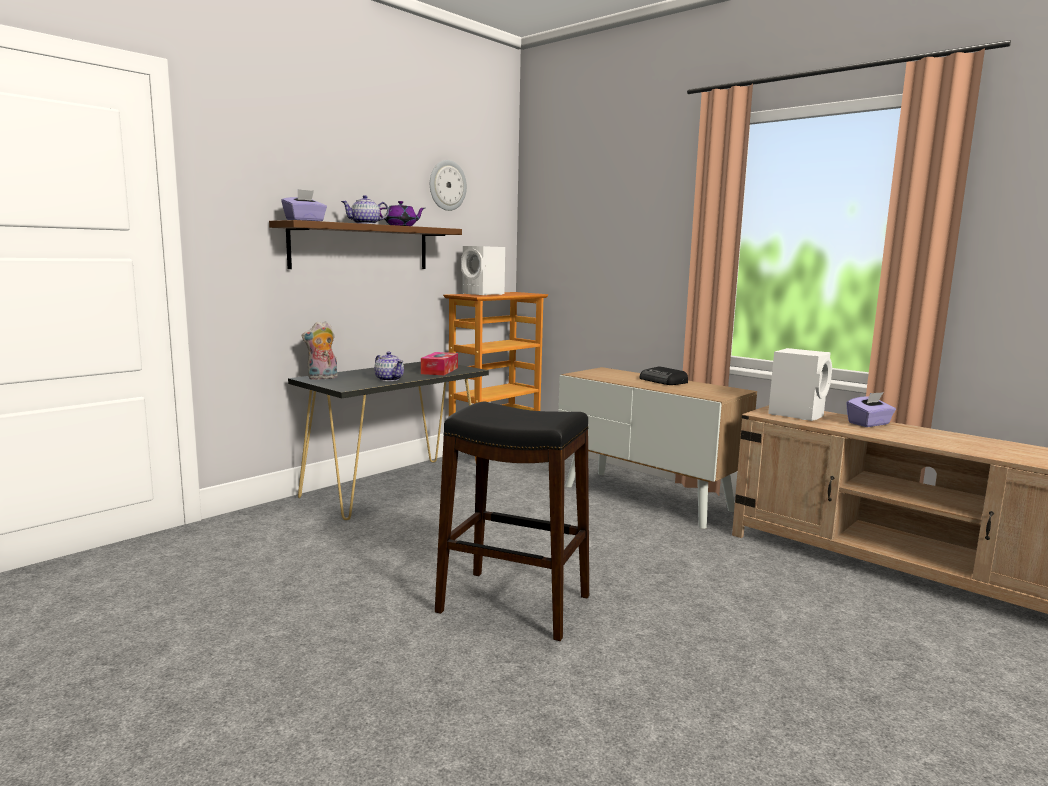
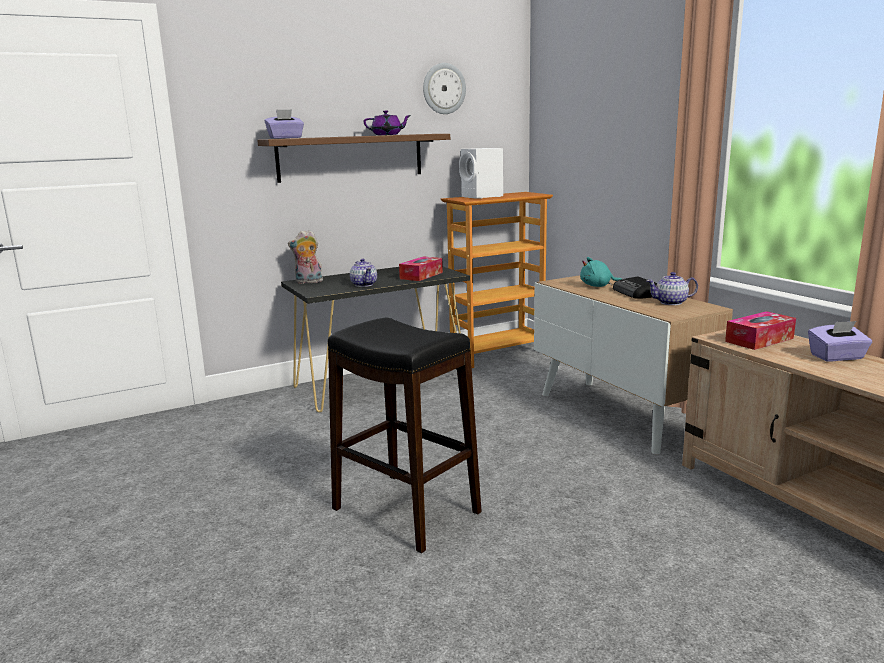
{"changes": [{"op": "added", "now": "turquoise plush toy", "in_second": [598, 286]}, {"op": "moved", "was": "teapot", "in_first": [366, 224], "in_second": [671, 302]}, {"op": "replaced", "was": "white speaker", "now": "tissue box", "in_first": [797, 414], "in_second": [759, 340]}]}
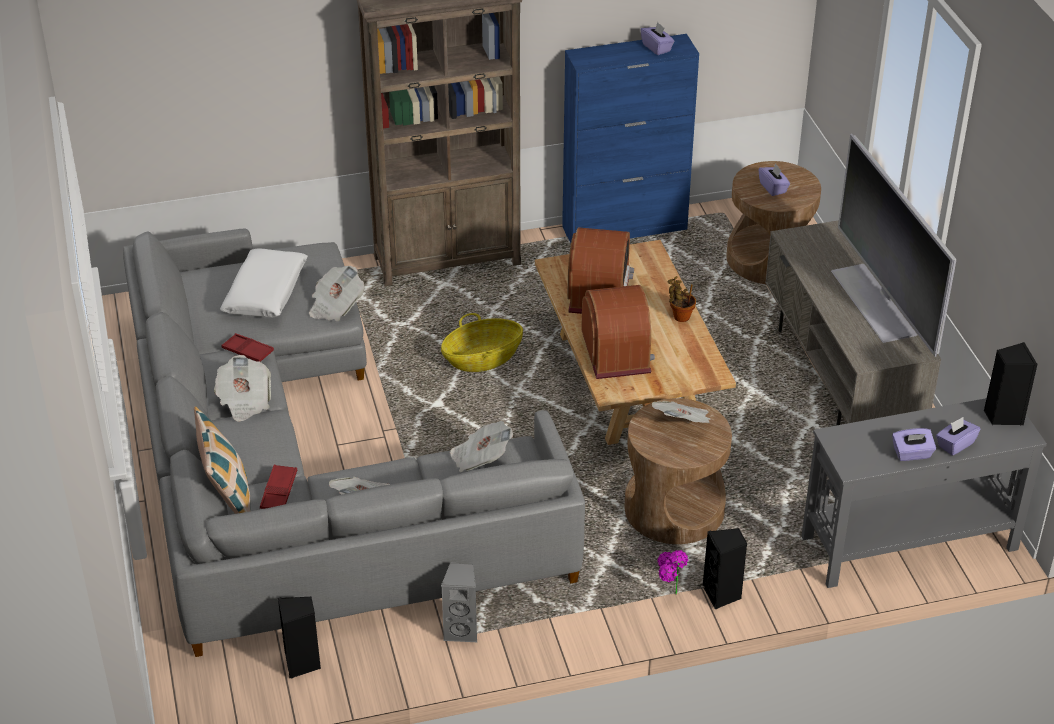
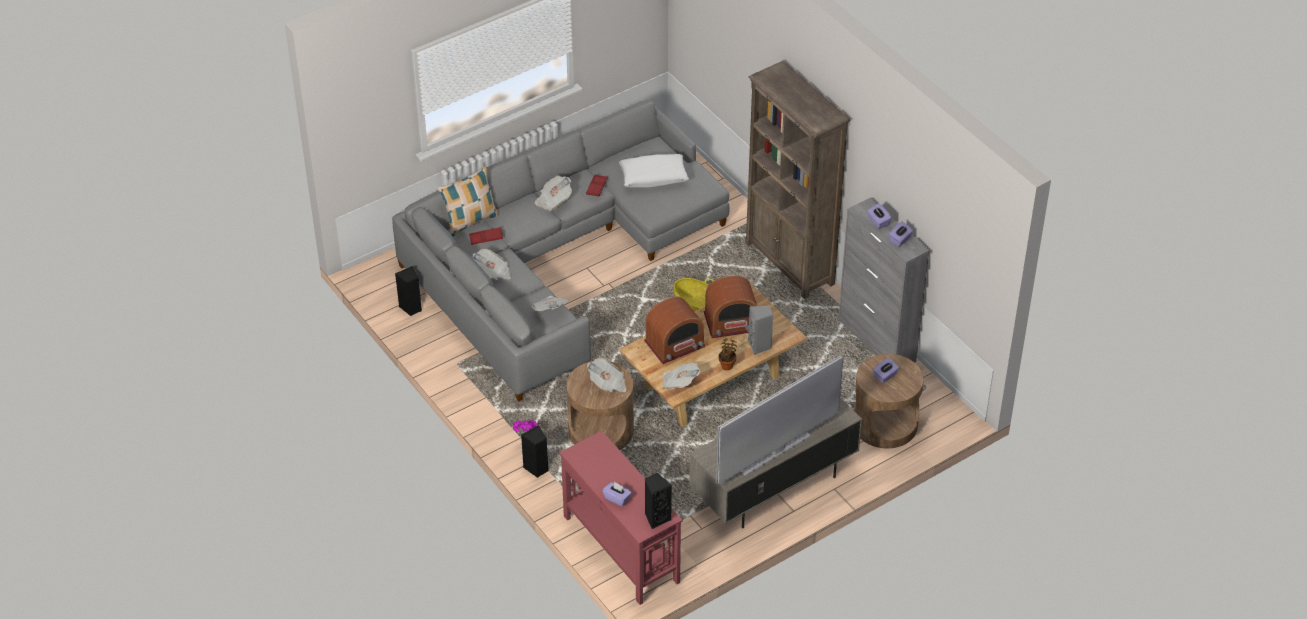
{"changes": [{"op": "moved", "was": "newspaper", "in_first": [335, 306], "in_second": [679, 383]}, {"op": "moved", "was": "grey speaker", "in_first": [462, 630], "in_second": [760, 346]}, {"op": "moved", "was": "purple tissue box", "in_first": [912, 454], "in_second": [878, 222]}, {"op": "recoloured", "was": "blue cabinet", "now": "grey cabinet", "in_first": [625, 228], "in_second": [877, 341]}, {"op": "recoloured", "was": "grey console table", "now": "red console table", "in_first": [907, 543], "in_second": [621, 548]}]}
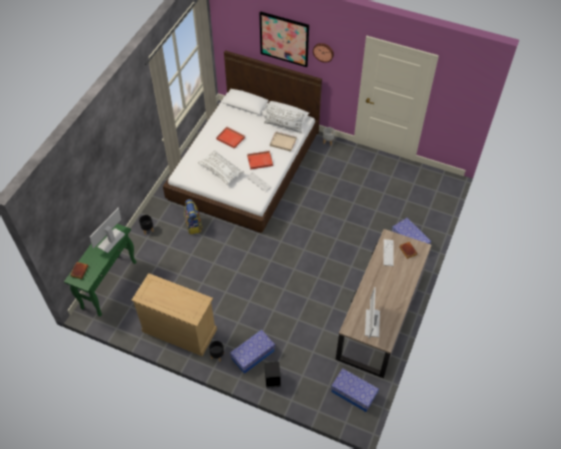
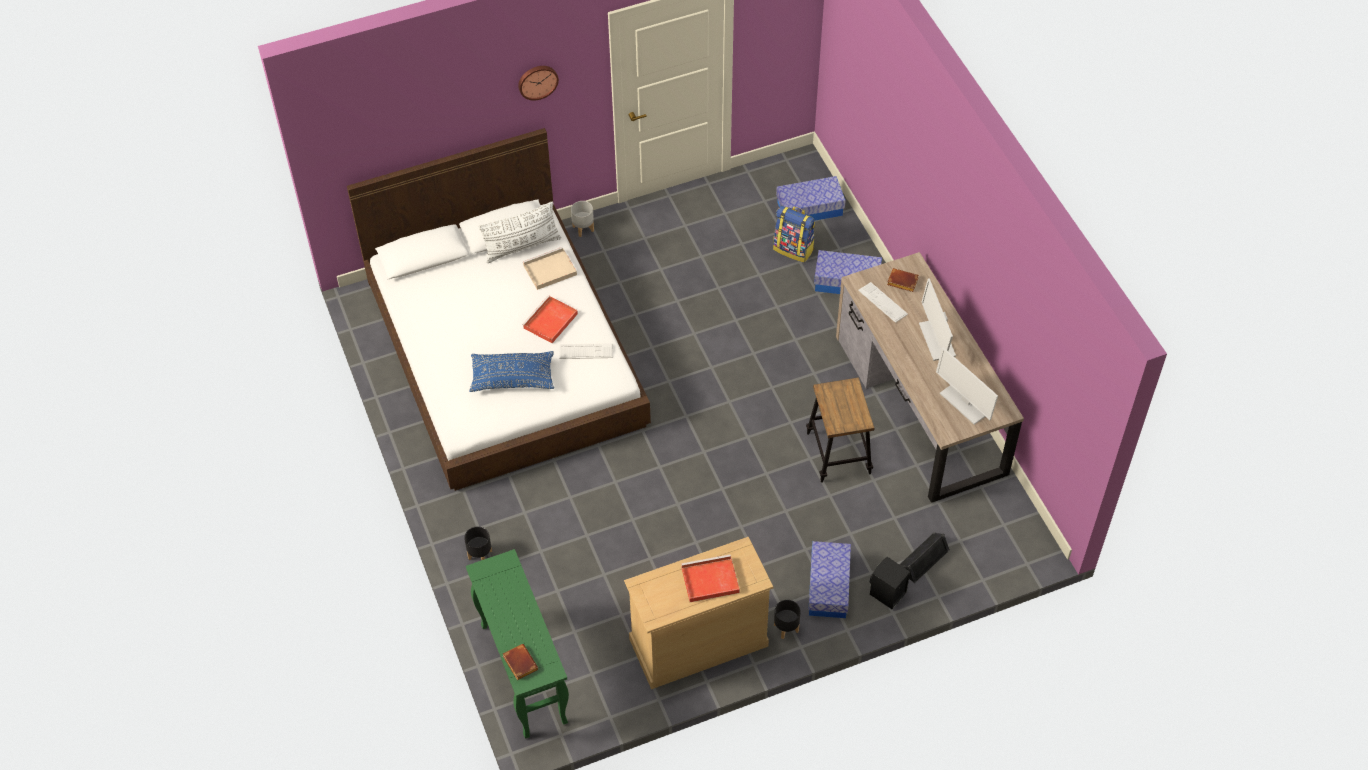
{"changes": [{"op": "removed", "was": "picture", "in_first": [284, 39]}, {"op": "added", "now": "stool", "in_second": [838, 453]}, {"op": "added", "now": "black speaker", "in_second": [922, 559]}, {"op": "moved", "was": "monitor", "in_first": [111, 240], "in_second": [936, 339]}, {"op": "moved", "was": "backpack", "in_first": [194, 225], "in_second": [794, 249]}, {"op": "moved", "was": "red tray", "in_first": [230, 138], "in_second": [709, 580]}, {"op": "moved", "was": "storage box", "in_first": [353, 393], "in_second": [810, 209]}, {"op": "recoloured", "was": "white pillow", "now": "blue pillow", "in_first": [221, 171], "in_second": [513, 378]}]}
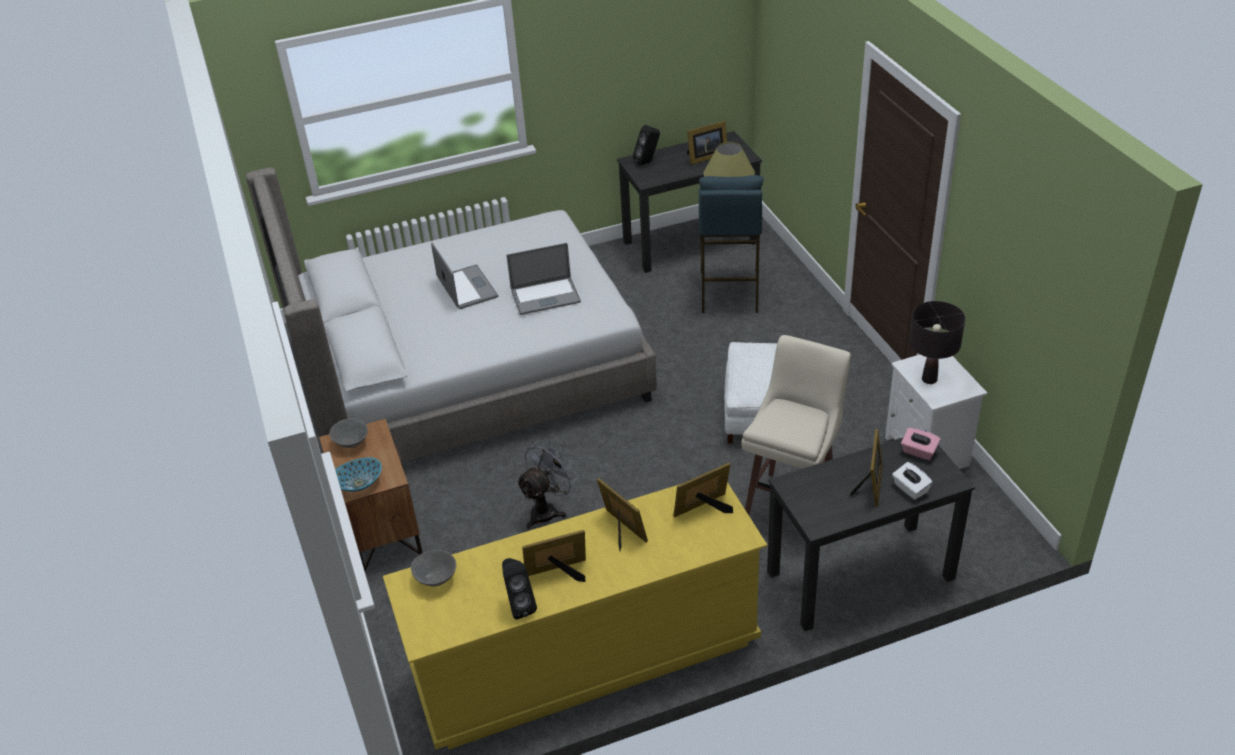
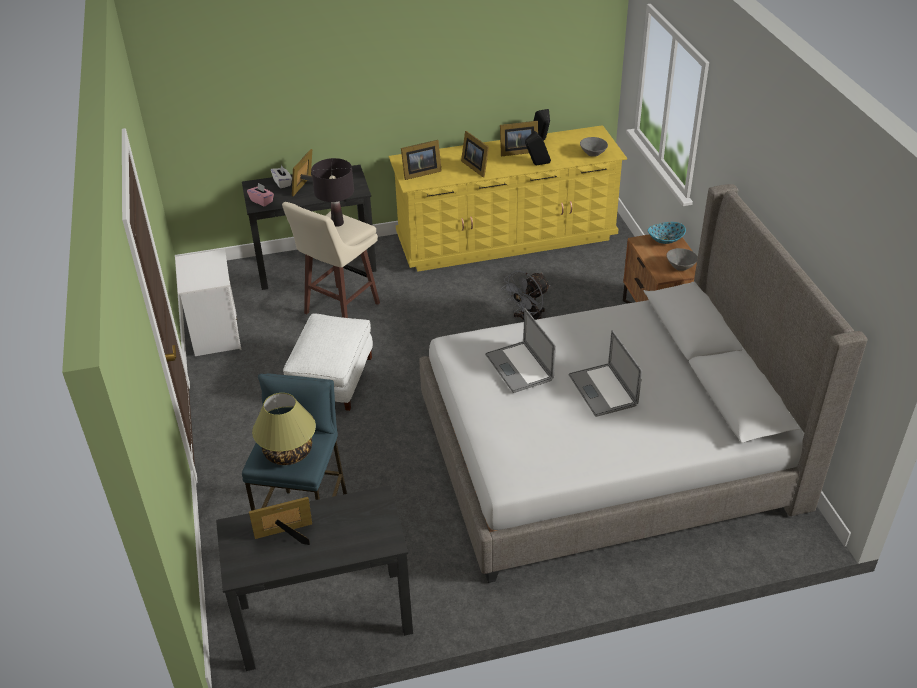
{"changes": [{"op": "moved", "was": "black speaker", "in_first": [648, 162], "in_second": [536, 165]}, {"op": "moved", "was": "black table lamp", "in_first": [929, 379], "in_second": [337, 223]}, {"op": "turned", "was": "laptop", "in_first": [545, 296], "in_second": [519, 367], "clockwise": -105}]}
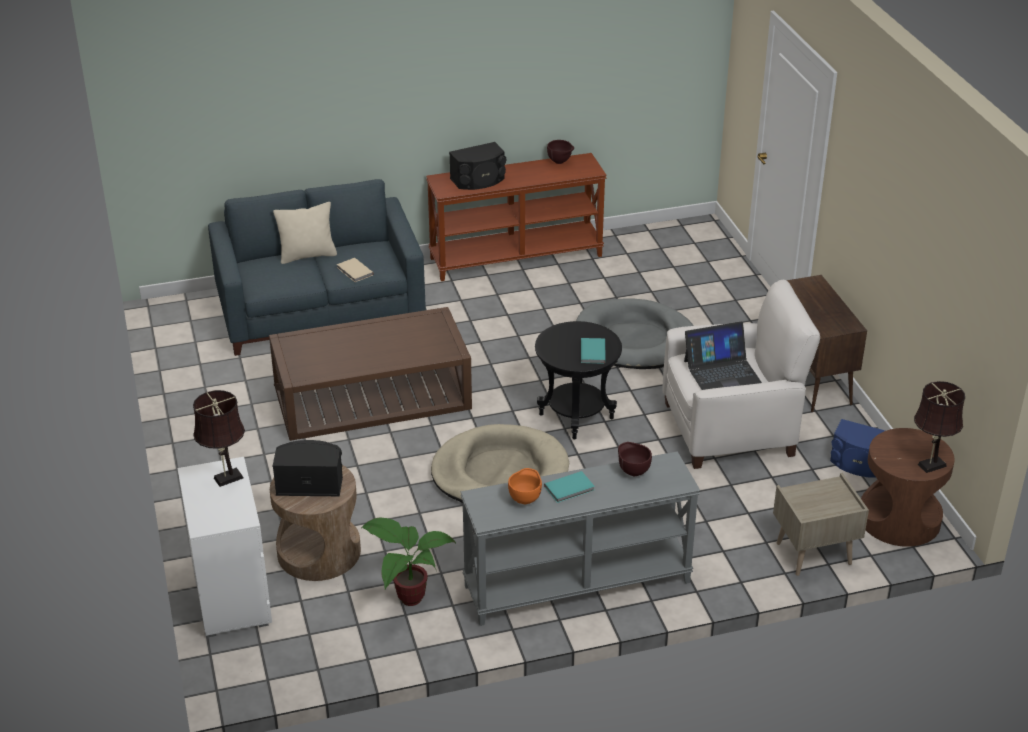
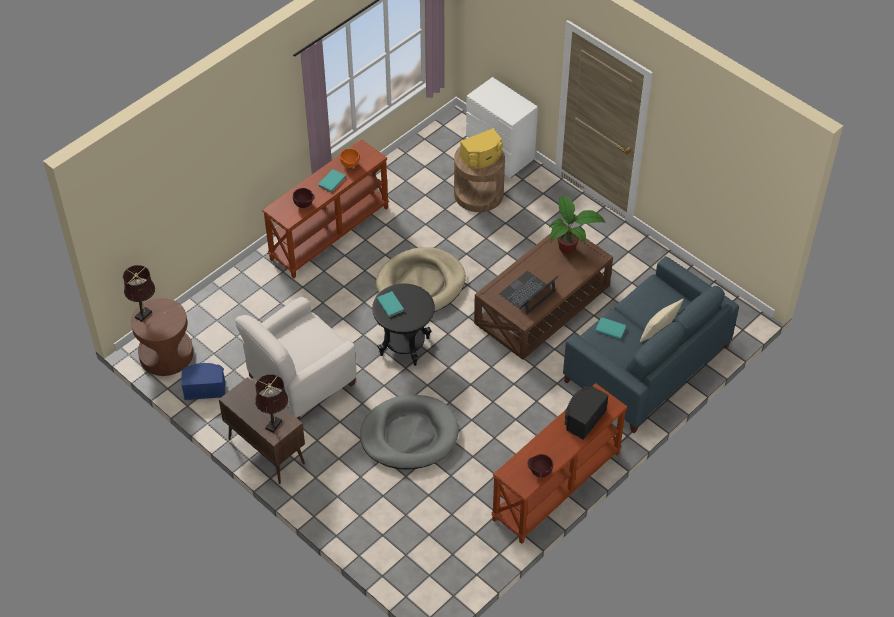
{"changes": [{"op": "removed", "was": "beige nightstand", "in_first": [813, 554]}, {"op": "moved", "was": "brown table lamp", "in_first": [225, 479], "in_second": [275, 423]}, {"op": "moved", "was": "potted plant", "in_first": [407, 597], "in_second": [569, 249]}, {"op": "moved", "was": "laptop", "in_first": [721, 371], "in_second": [528, 293]}, {"op": "recoloured", "was": "black speaker", "now": "yellow speaker", "in_first": [310, 483], "in_second": [482, 158]}, {"op": "recoloured", "was": "beige book", "now": "turquoise book", "in_first": [354, 271], "in_second": [610, 328]}, {"op": "recoloured", "was": "grey console table", "now": "brown console table", "in_first": [577, 585], "in_second": [329, 233]}]}
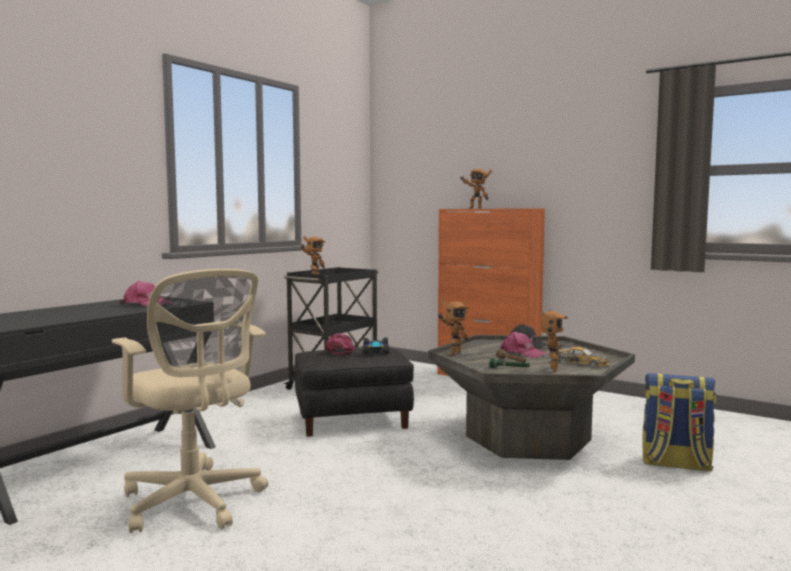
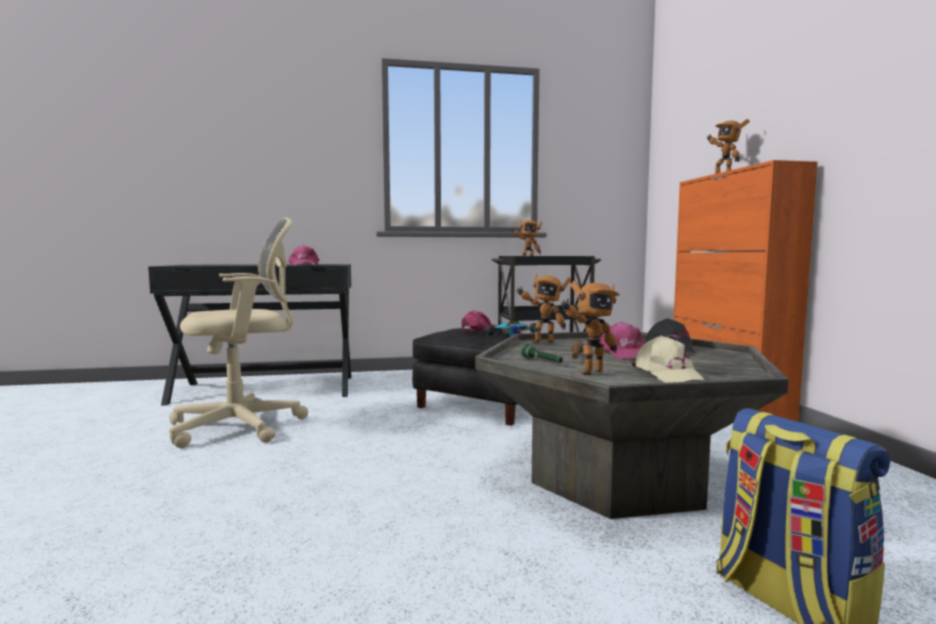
{"changes": [{"op": "replaced", "was": "toy car", "now": "beige cap", "in_first": [581, 362], "in_second": [667, 374]}, {"op": "turned", "was": "beige office chair", "in_first": [194, 503], "in_second": [243, 426], "clockwise": -120}]}
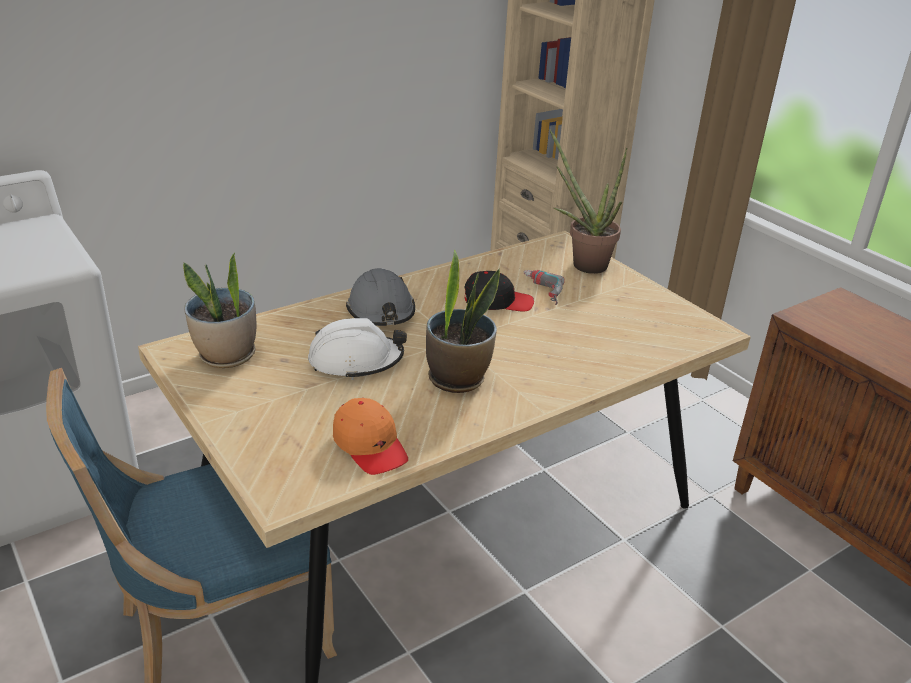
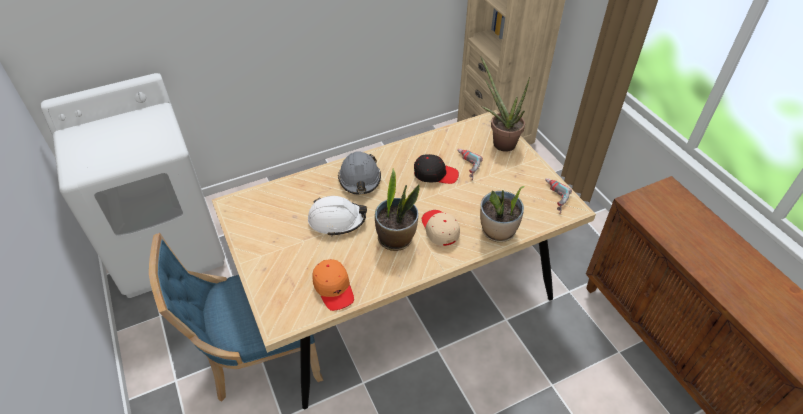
{"changes": [{"op": "added", "now": "beige cap", "in_second": [439, 229]}, {"op": "added", "now": "power drill", "in_second": [552, 197]}, {"op": "moved", "was": "potted plant", "in_first": [226, 356], "in_second": [498, 231]}]}
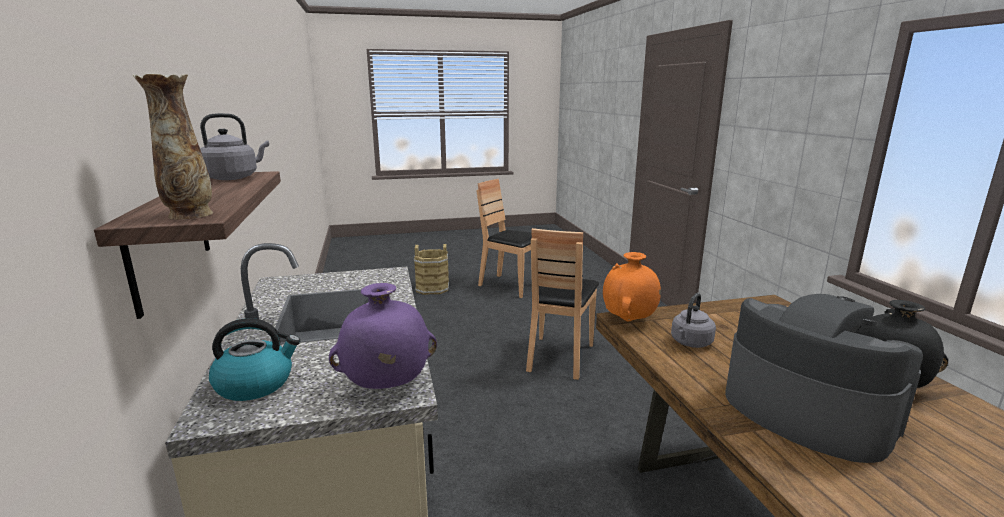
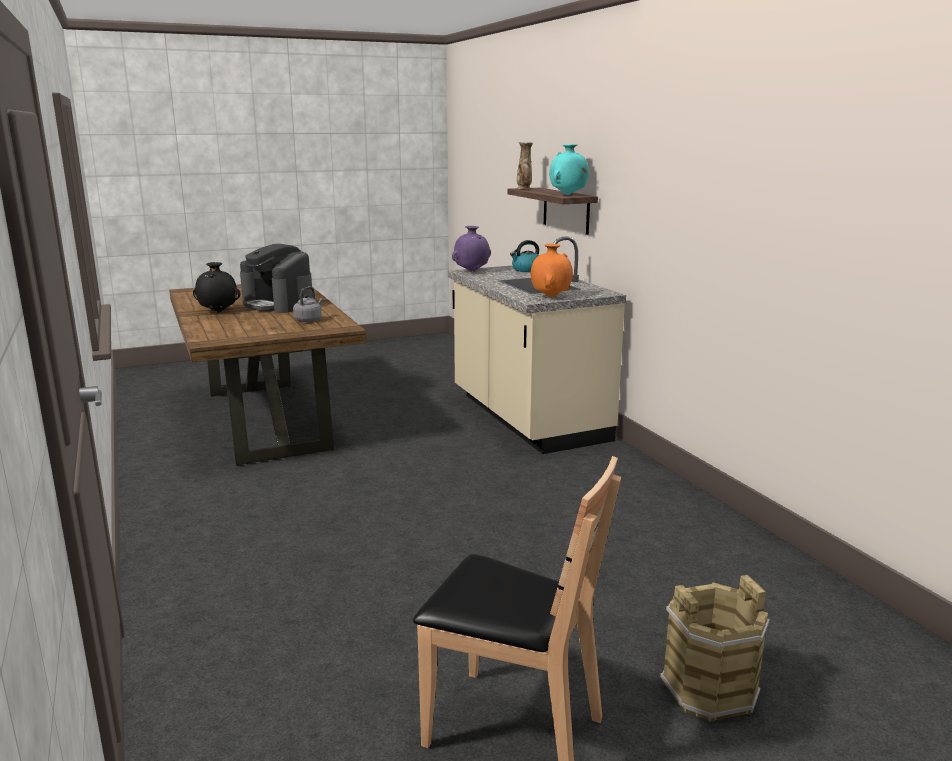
{"changes": [{"op": "removed", "was": "brown chair", "in_first": [559, 357]}, {"op": "moved", "was": "orange vase", "in_first": [629, 320], "in_second": [550, 297]}, {"op": "replaced", "was": "grey kettle", "now": "turquoise vase", "in_first": [234, 178], "in_second": [568, 195]}]}
